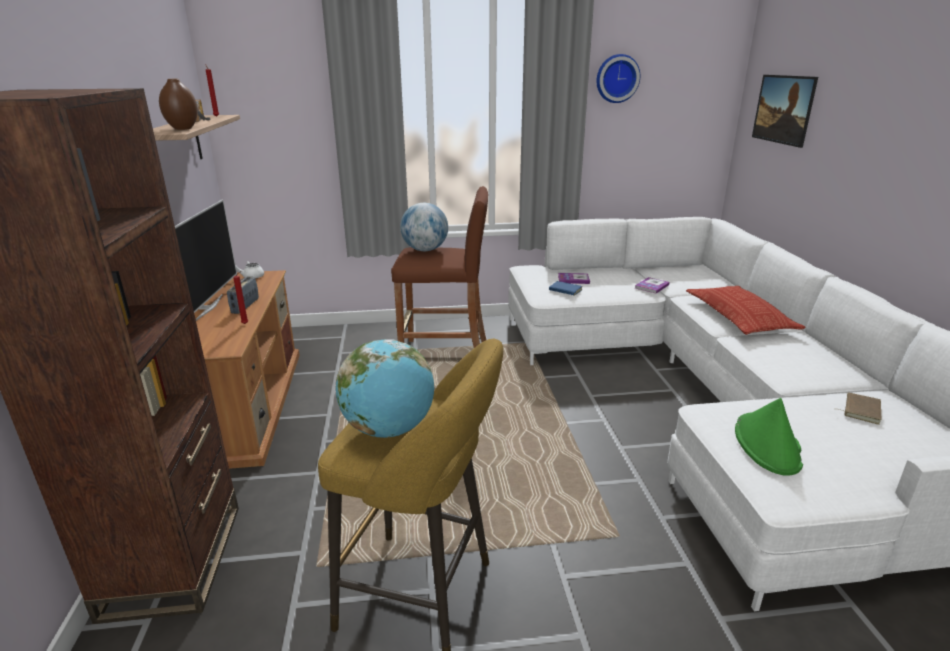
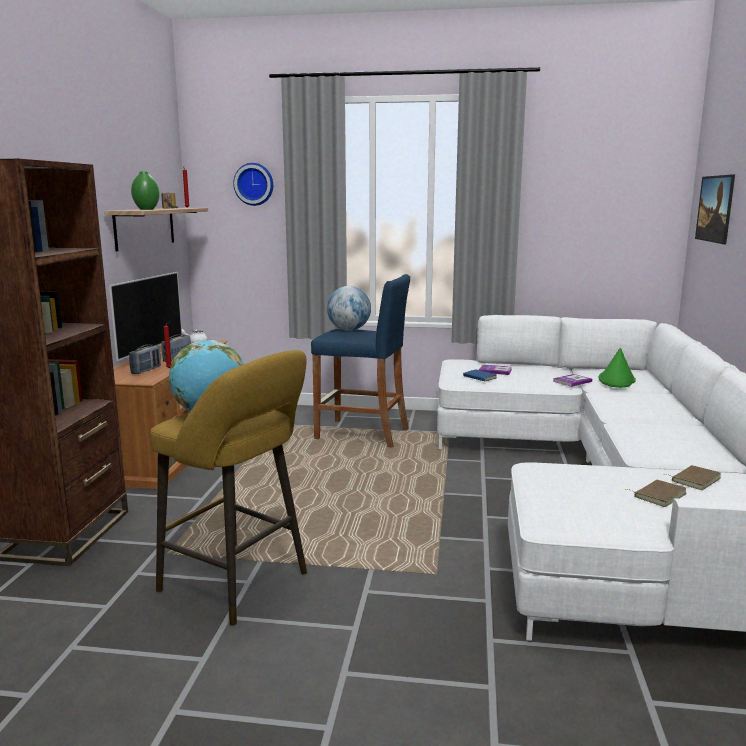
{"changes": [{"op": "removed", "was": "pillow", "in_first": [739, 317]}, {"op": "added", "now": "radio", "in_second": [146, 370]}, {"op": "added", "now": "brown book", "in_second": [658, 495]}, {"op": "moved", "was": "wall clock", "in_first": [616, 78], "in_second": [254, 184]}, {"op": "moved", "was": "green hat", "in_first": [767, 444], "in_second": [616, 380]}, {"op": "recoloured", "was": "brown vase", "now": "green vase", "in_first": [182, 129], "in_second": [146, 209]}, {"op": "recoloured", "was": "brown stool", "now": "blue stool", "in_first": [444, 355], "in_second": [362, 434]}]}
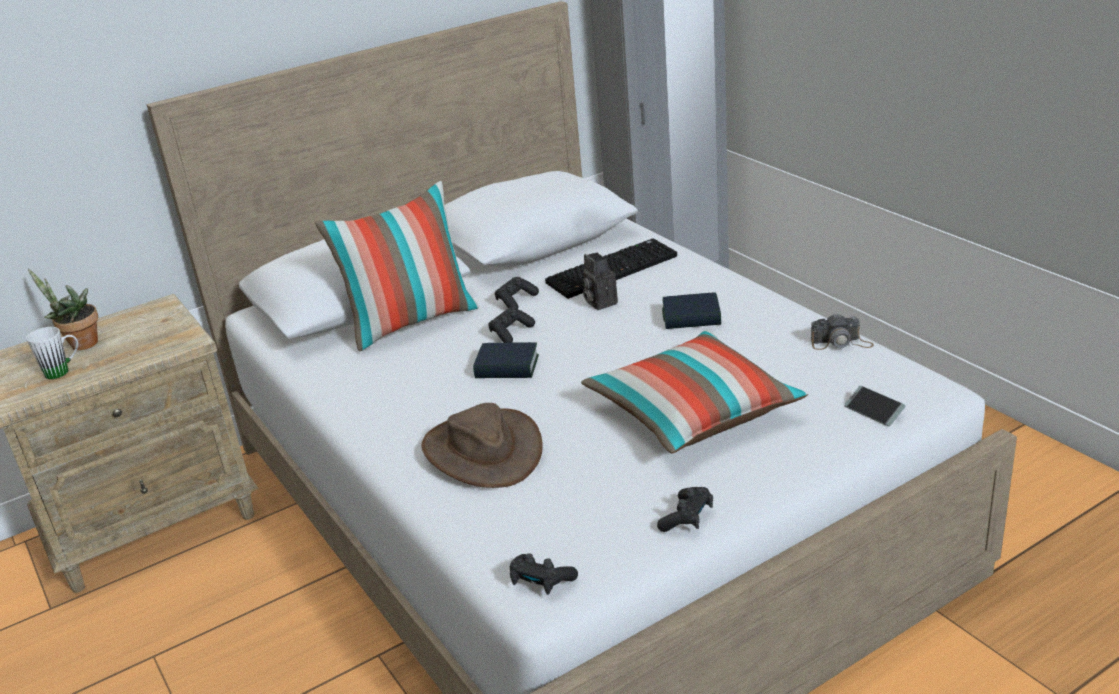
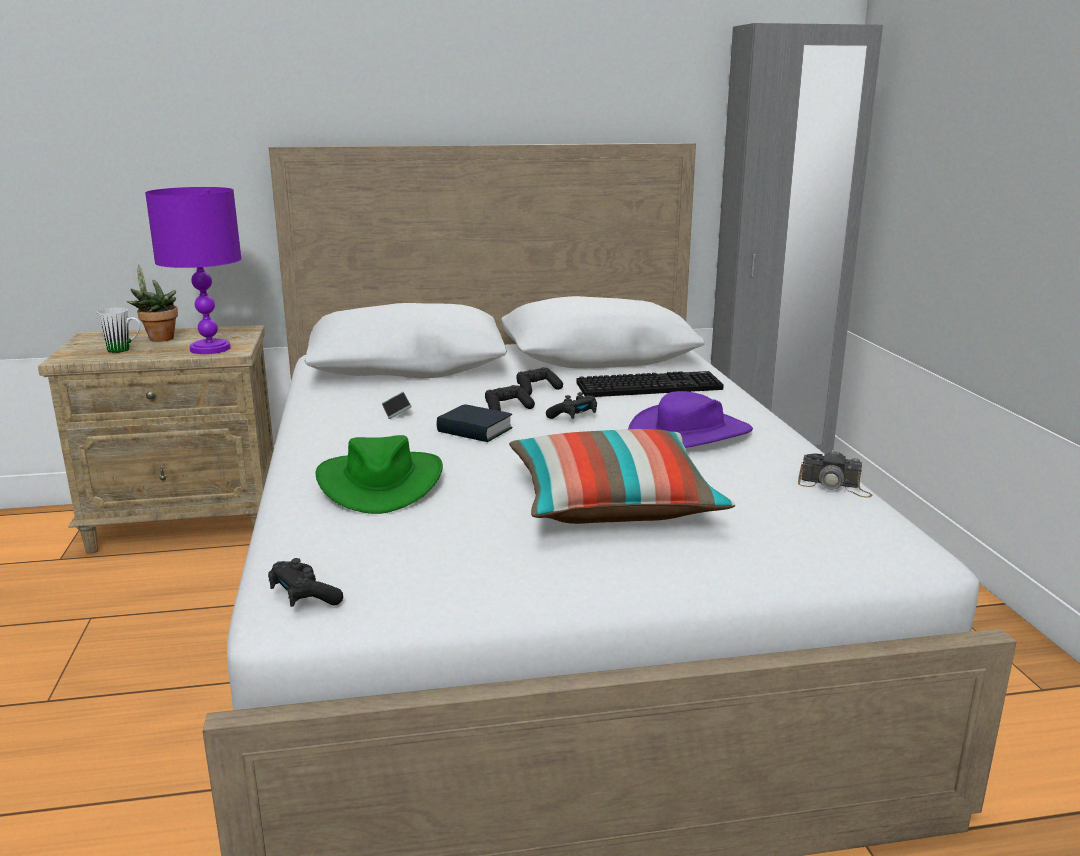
{"changes": [{"op": "removed", "was": "pillow", "in_first": [411, 322]}, {"op": "removed", "was": "photo camera", "in_first": [599, 302]}, {"op": "added", "now": "purple table lamp", "in_second": [209, 349]}, {"op": "moved", "was": "black game controller", "in_first": [687, 518], "in_second": [573, 417]}, {"op": "moved", "was": "phone", "in_first": [874, 411], "in_second": [396, 410]}, {"op": "replaced", "was": "book", "now": "purple hat", "in_first": [691, 317], "in_second": [690, 433]}, {"op": "recoloured", "was": "brown hat", "now": "green hat", "in_first": [482, 451], "in_second": [380, 482]}]}
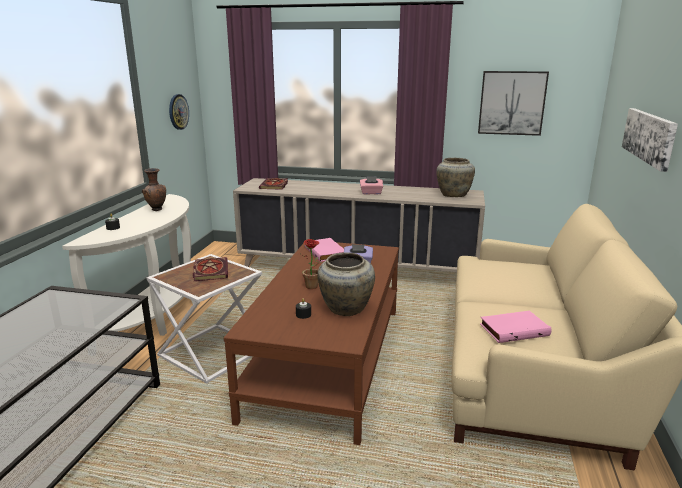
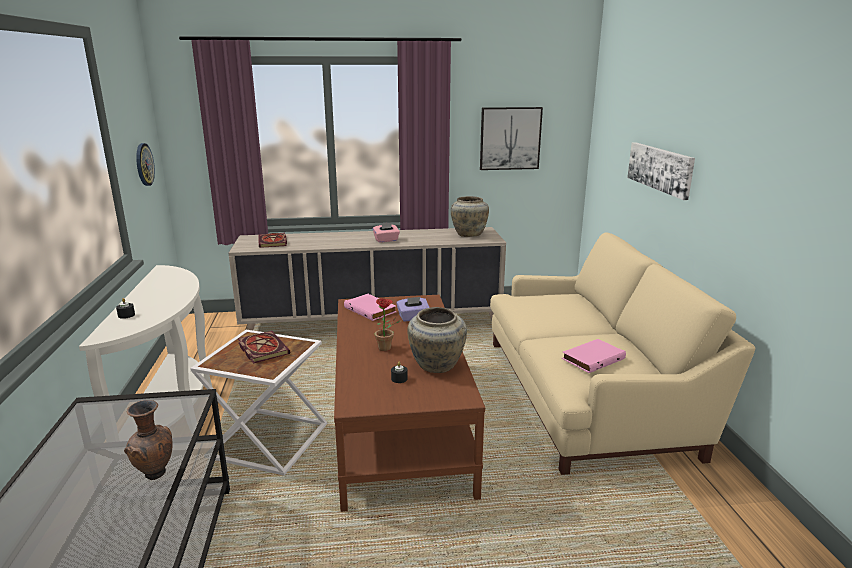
{"changes": [{"op": "moved", "was": "brown vase", "in_first": [156, 210], "in_second": [155, 475]}]}
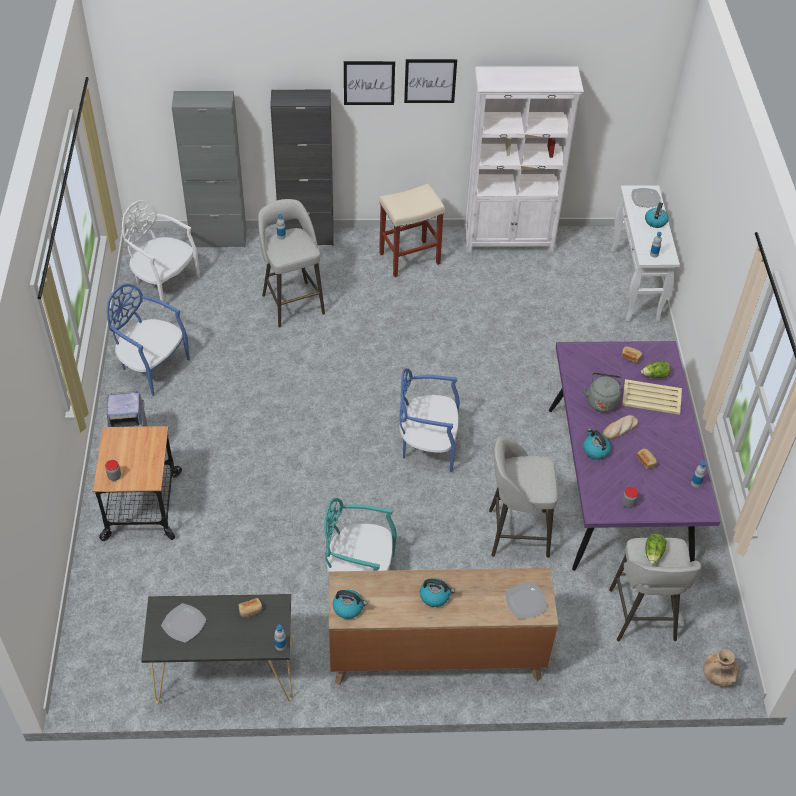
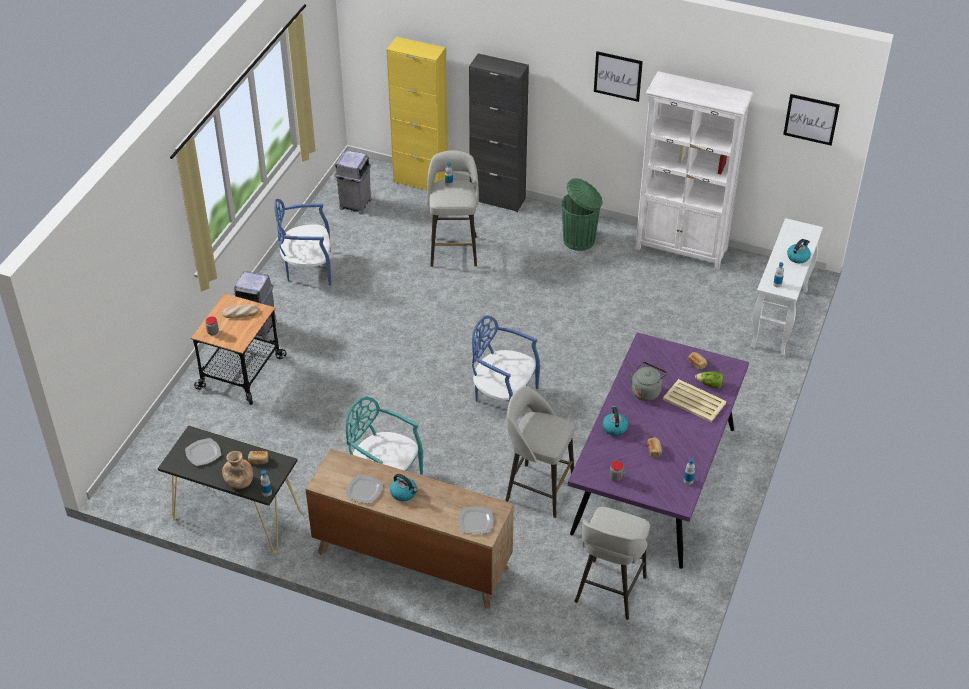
{"changes": [{"op": "removed", "was": "kettle", "in_first": [348, 607]}, {"op": "removed", "was": "lettuce", "in_first": [653, 553]}, {"op": "moved", "was": "picture", "in_first": [369, 82], "in_second": [811, 119]}, {"op": "moved", "was": "bread", "in_first": [620, 429], "in_second": [240, 313]}, {"op": "moved", "was": "plate", "in_first": [645, 199], "in_second": [363, 490]}, {"op": "moved", "was": "brown vase", "in_first": [717, 676], "in_second": [238, 481]}, {"op": "replaced", "was": "white chair", "now": "grey trash can", "in_first": [164, 282], "in_second": [355, 204]}, {"op": "replaced", "was": "beige stool", "now": "green trash can", "in_first": [410, 258], "in_second": [580, 240]}, {"op": "recoloured", "was": "grey cabinet", "now": "yellow cabinet", "in_first": [219, 239], "in_second": [420, 181]}, {"op": "turned", "was": "blue chair", "in_first": [152, 367], "in_second": [308, 269], "clockwise": -60}]}
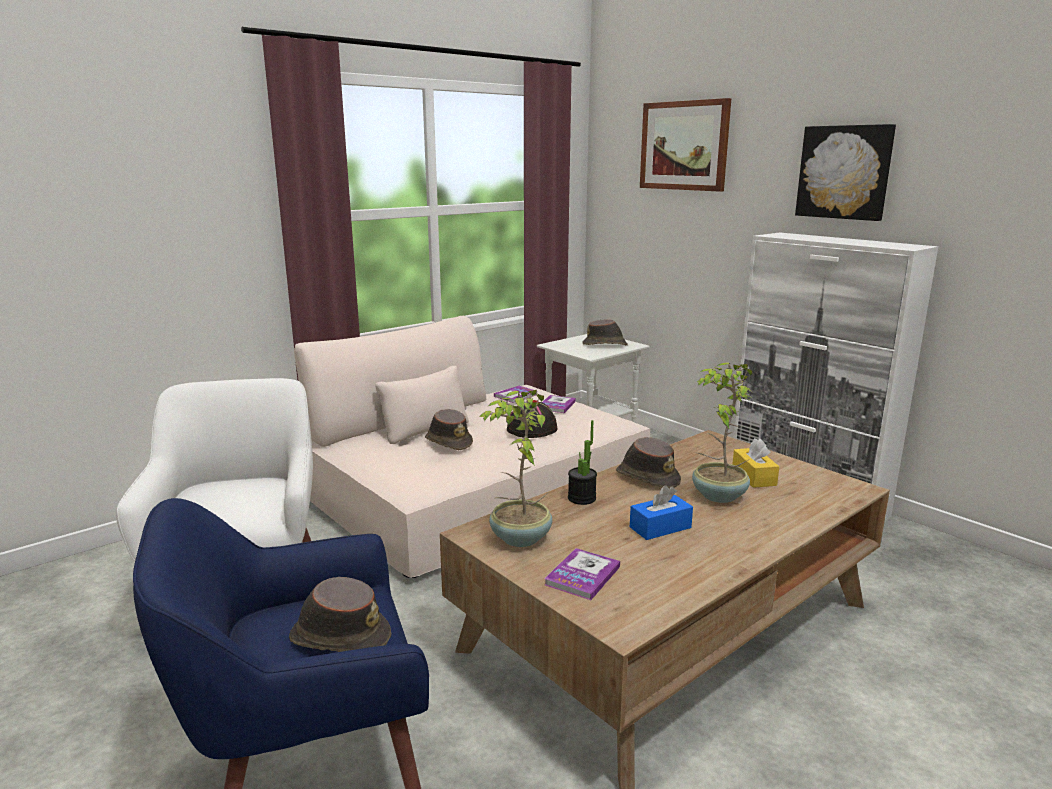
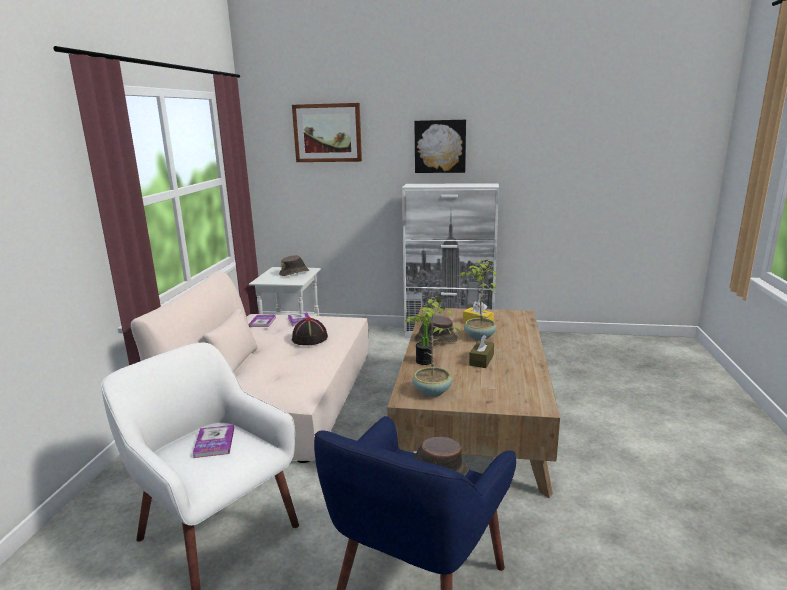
{"changes": [{"op": "removed", "was": "brown hat", "in_first": [448, 442]}, {"op": "moved", "was": "book", "in_first": [582, 575], "in_second": [214, 442]}, {"op": "recoloured", "was": "blue tissue box", "now": "brown tissue box", "in_first": [660, 527], "in_second": [481, 360]}]}
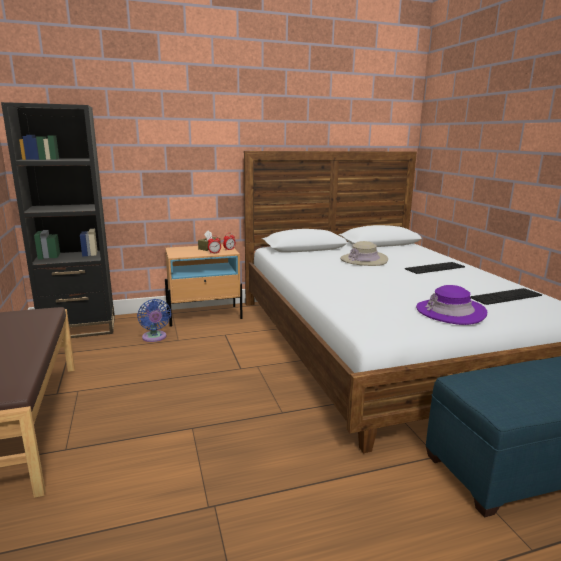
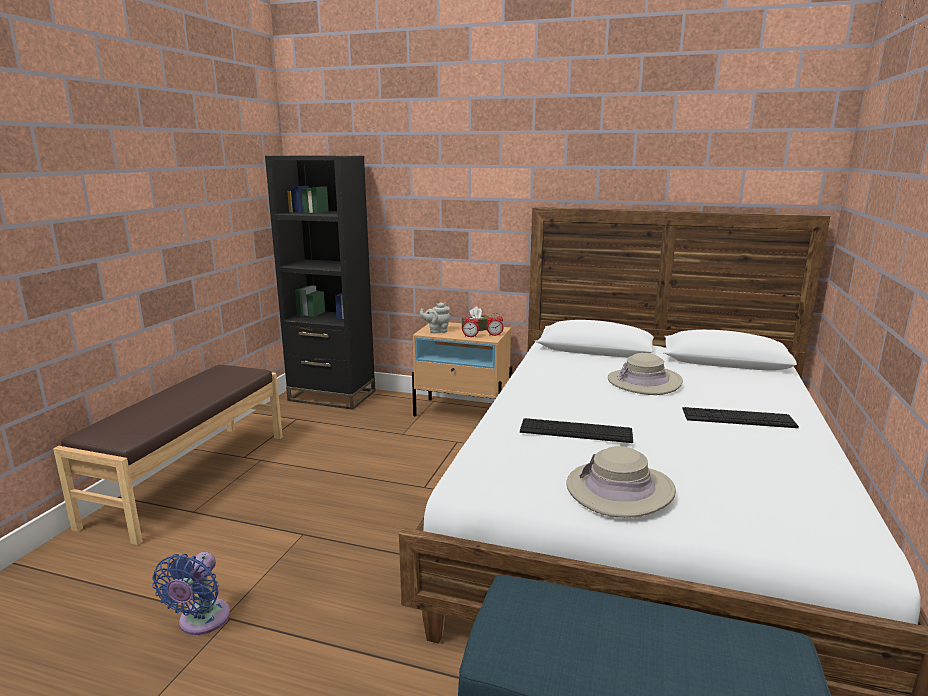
{"changes": [{"op": "added", "now": "grey teapot", "in_second": [436, 331]}, {"op": "moved", "was": "blue fan", "in_first": [154, 338], "in_second": [201, 621]}, {"op": "moved", "was": "keyboard", "in_first": [506, 296], "in_second": [576, 431]}, {"op": "recoloured", "was": "purple hat", "now": "beige hat", "in_first": [450, 312], "in_second": [619, 490]}]}
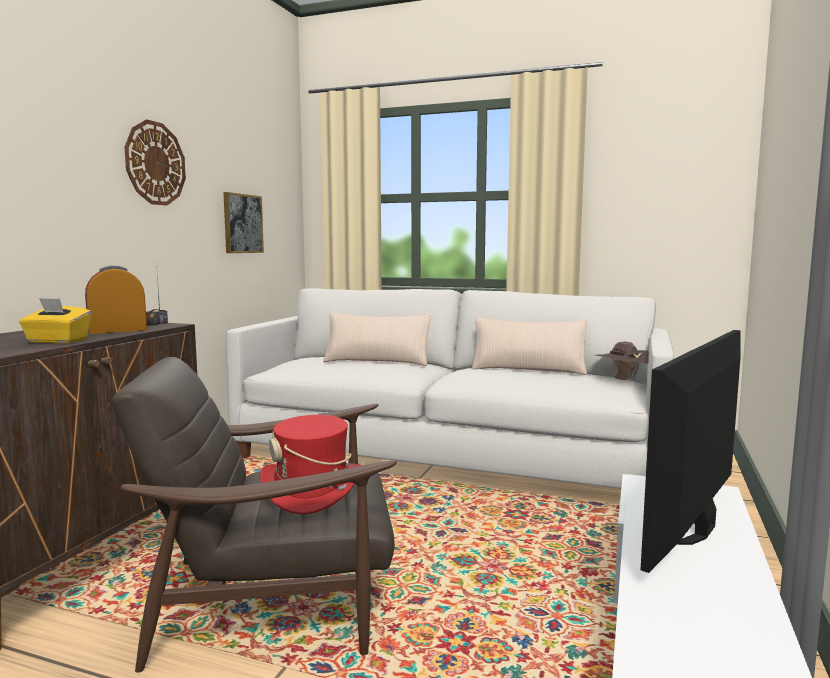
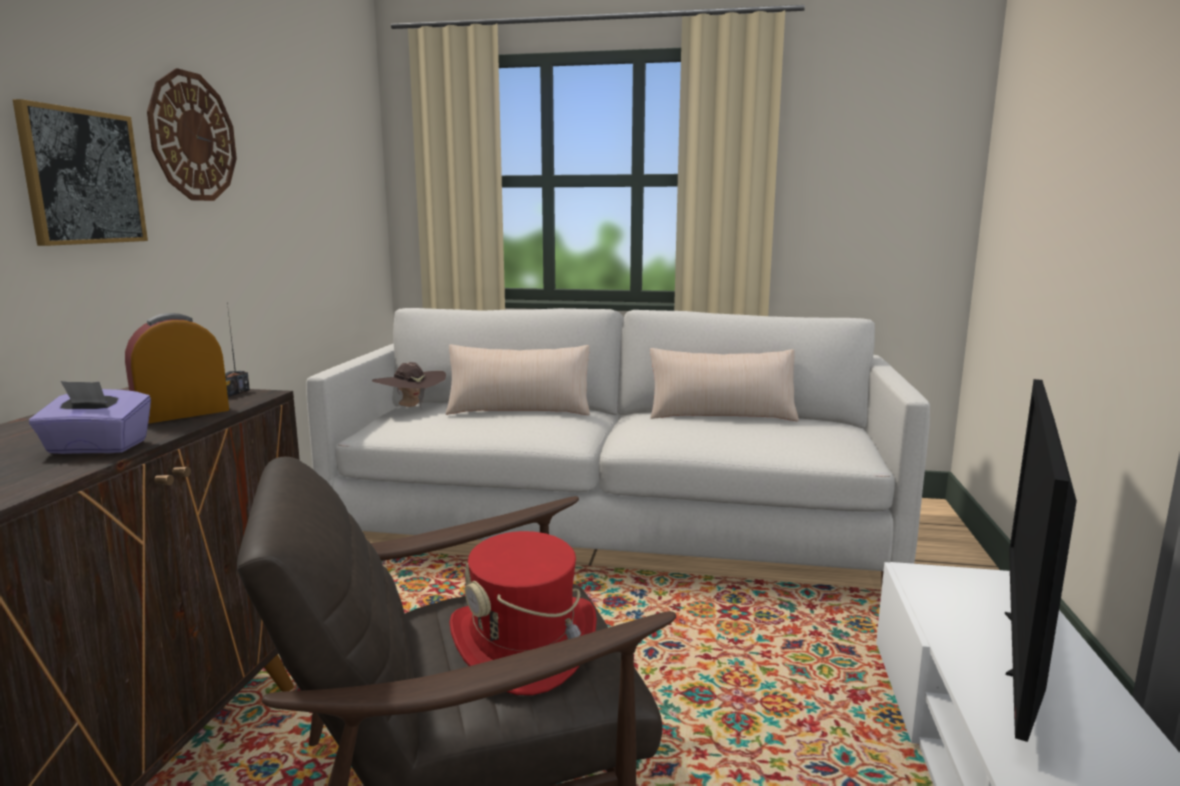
{"changes": [{"op": "moved", "was": "picture", "in_first": [242, 223], "in_second": [82, 177]}, {"op": "moved", "was": "brown hat", "in_first": [623, 380], "in_second": [411, 407]}, {"op": "recoloured", "was": "yellow tissue box", "now": "purple tissue box", "in_first": [57, 341], "in_second": [97, 448]}]}
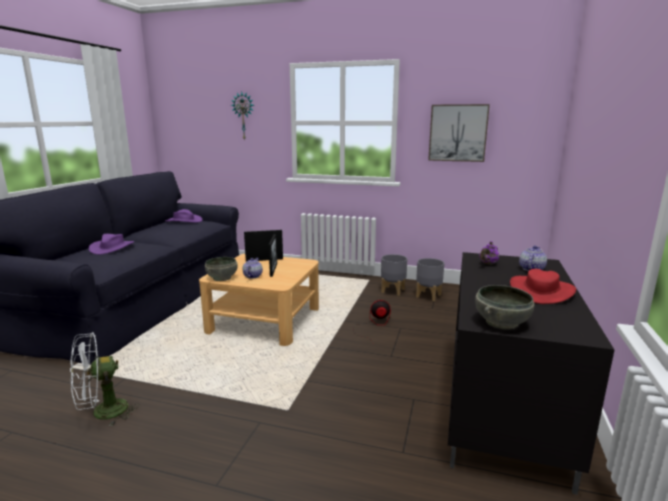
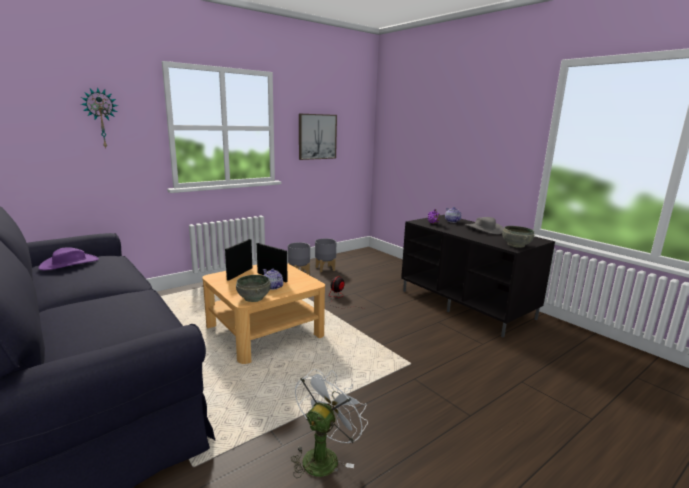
{"changes": [{"op": "removed", "was": "purple hat", "in_first": [112, 248]}, {"op": "recoloured", "was": "red hat", "now": "grey hat", "in_first": [541, 291], "in_second": [484, 229]}, {"op": "turned", "was": "white fan", "in_first": [102, 413], "in_second": [323, 456], "clockwise": -150}]}
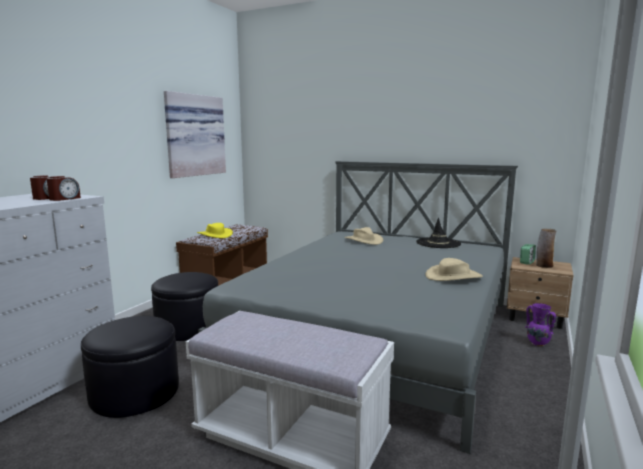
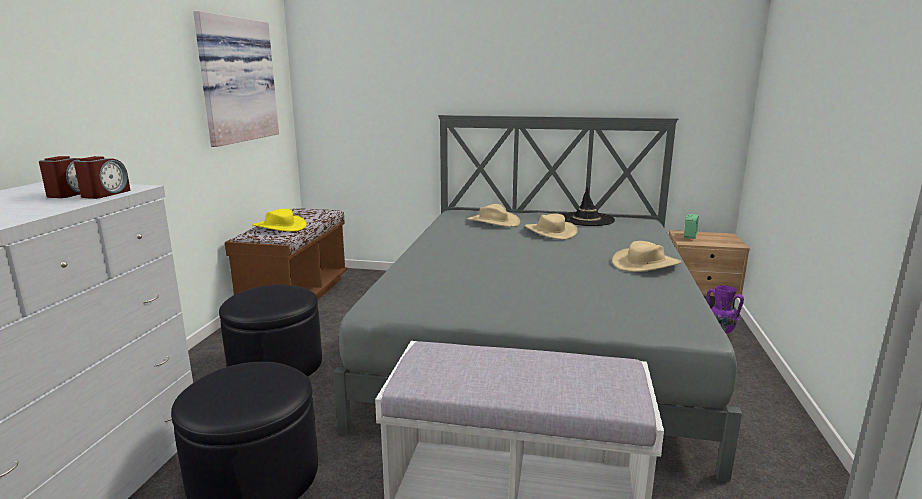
{"changes": [{"op": "removed", "was": "vase", "in_first": [544, 266]}, {"op": "added", "now": "beige hat", "in_second": [550, 231]}]}
